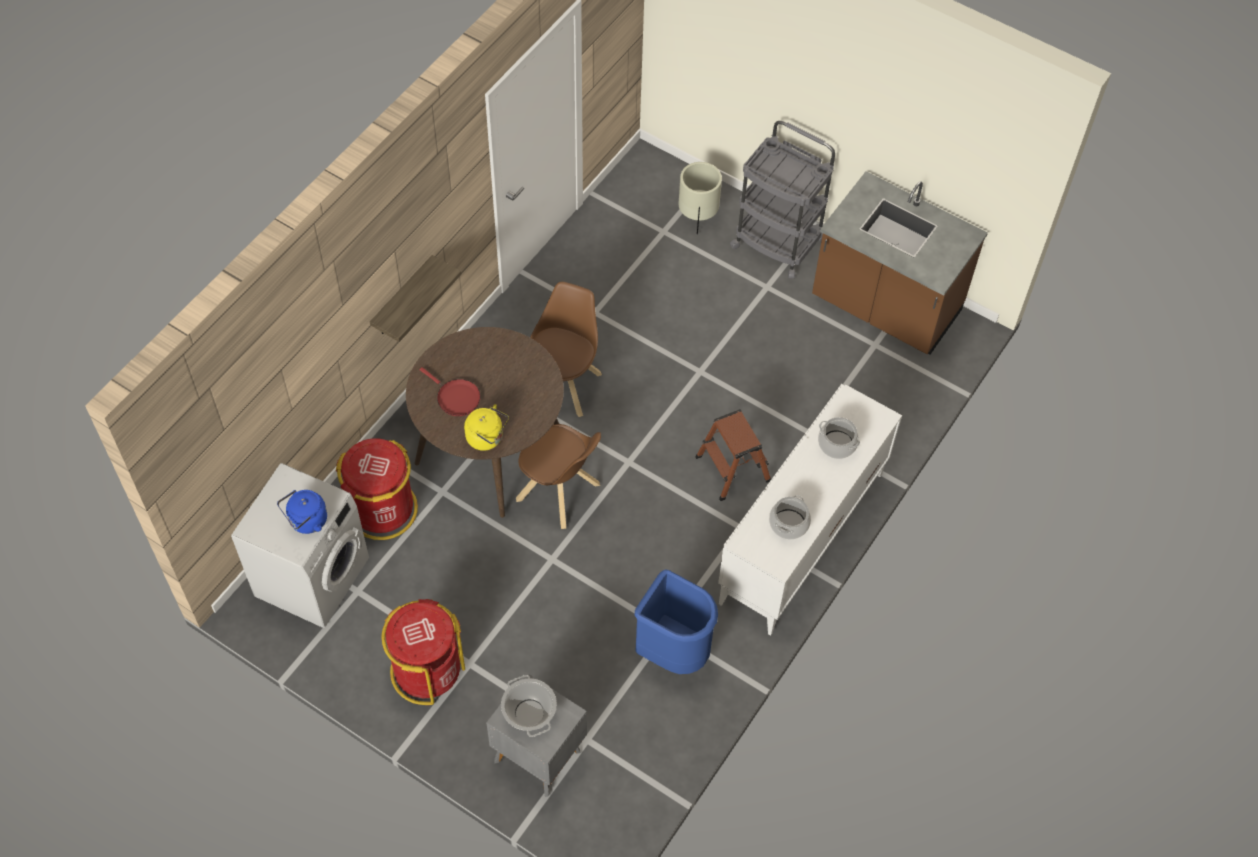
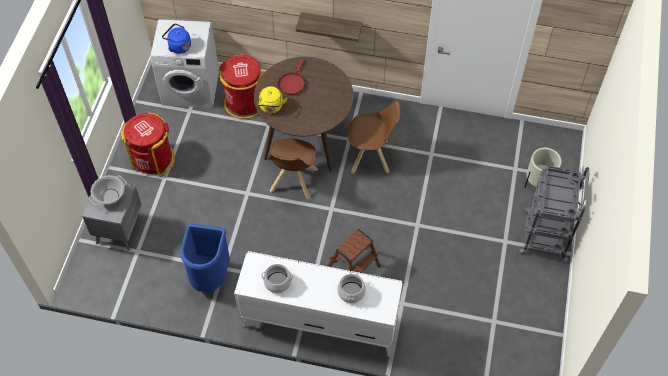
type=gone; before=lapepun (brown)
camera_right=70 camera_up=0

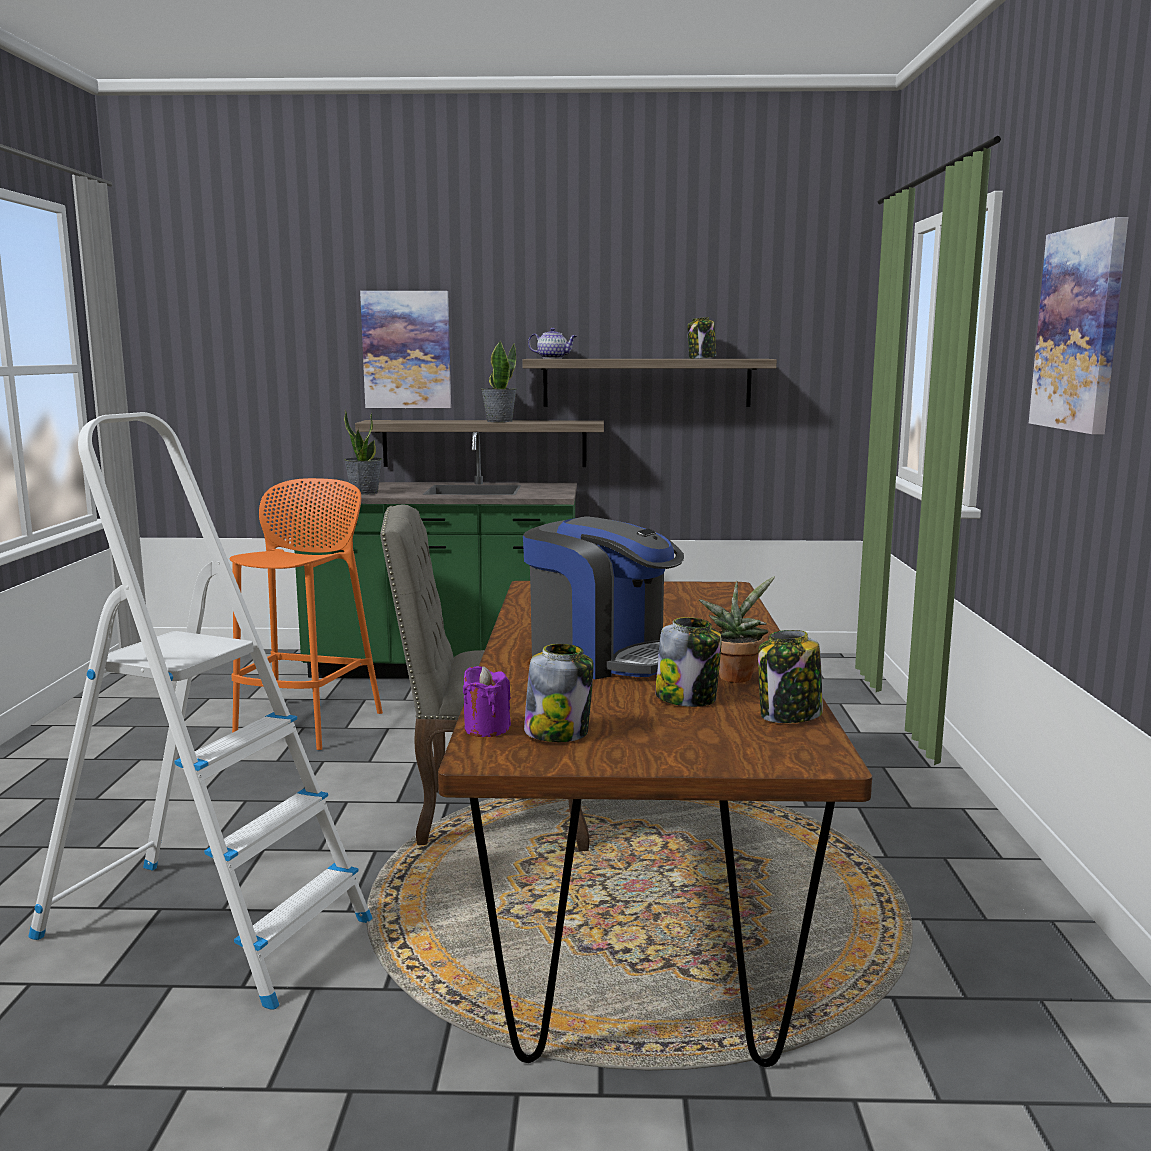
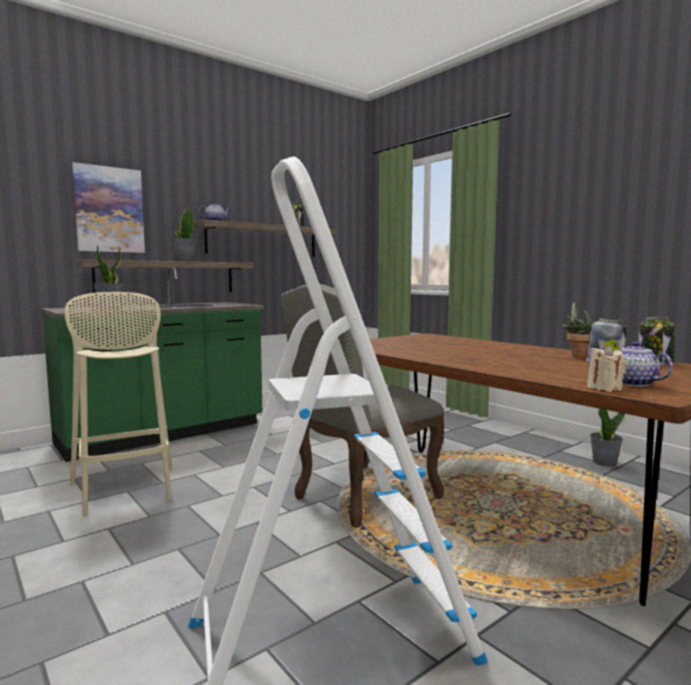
type=repainted; before=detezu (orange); after=detezu (beige)
type=repainted; before=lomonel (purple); after=lomonel (beige)
type=gone; before=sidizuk
type=swapped; before=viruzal (no. 1 from left); after=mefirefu (no. 2 from left)
type=gone; before=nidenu (no. 2 from left)
type=new; after=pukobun (no. 4 from left)
camera_right=-40 camera_up=-5

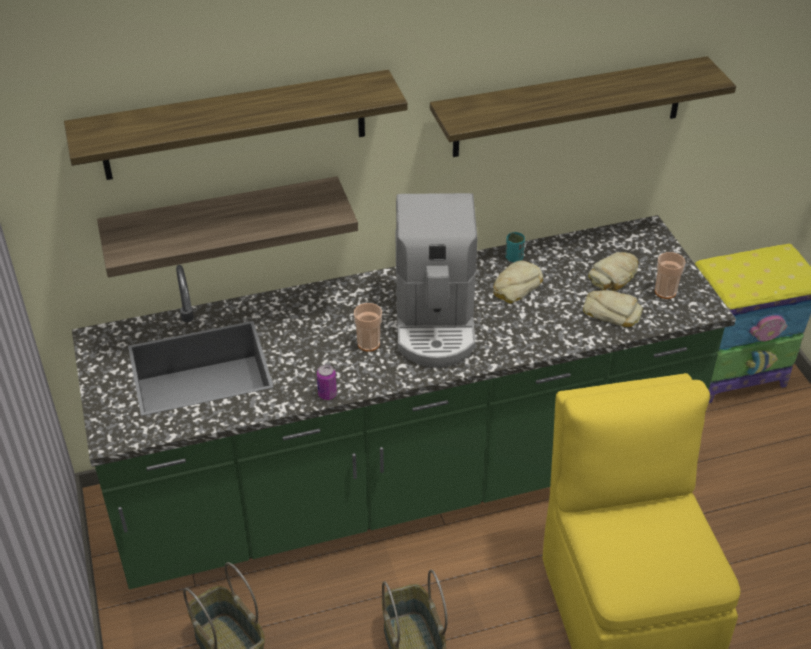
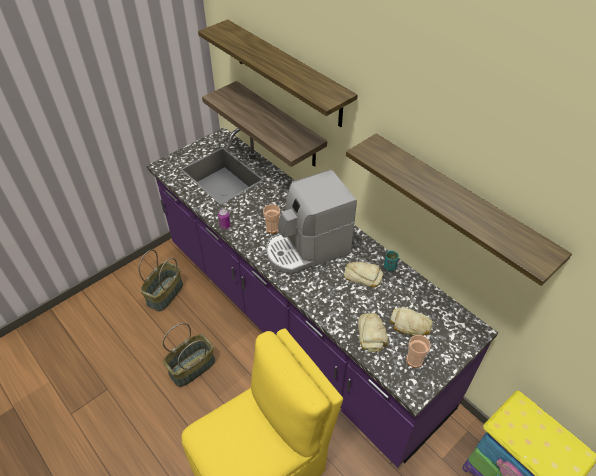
type=repainted; before=lapepun (green); after=lapepun (purple)
camera_right=65 camera_up=5

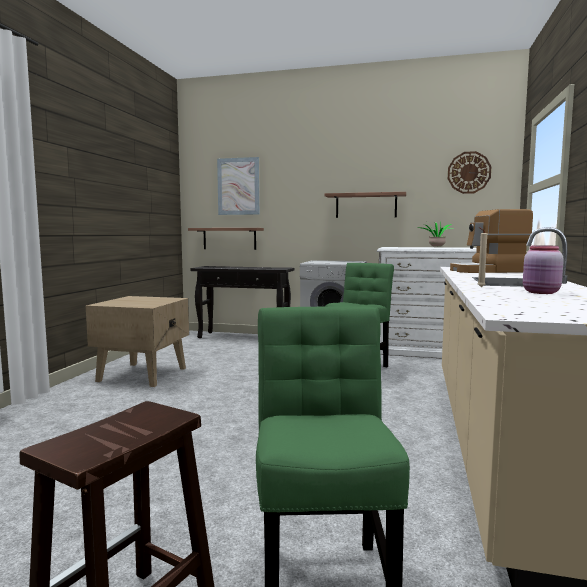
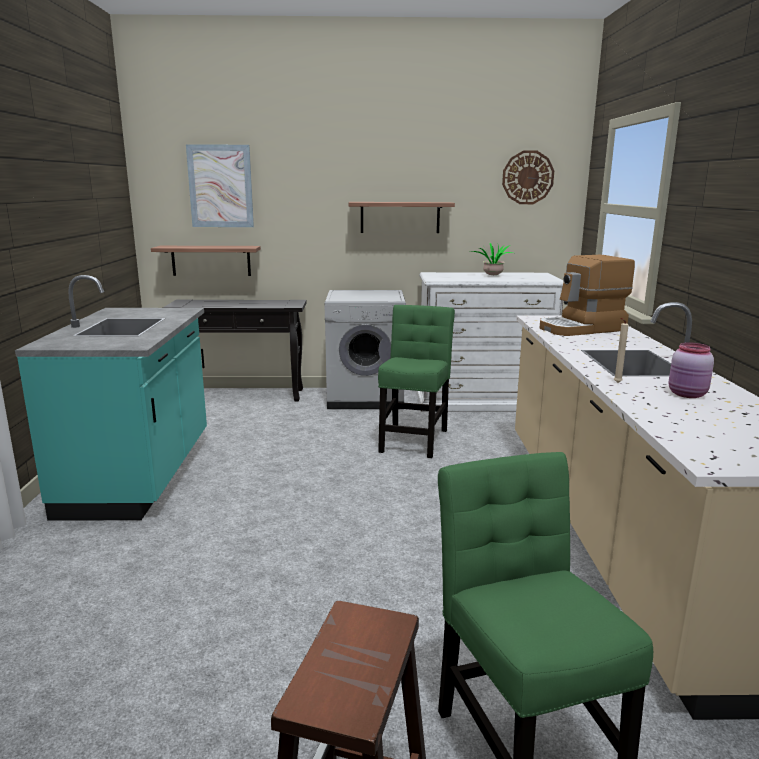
type=swapped; before=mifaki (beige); after=lapepun (turquoise)
camera_right=-15 camera_up=10

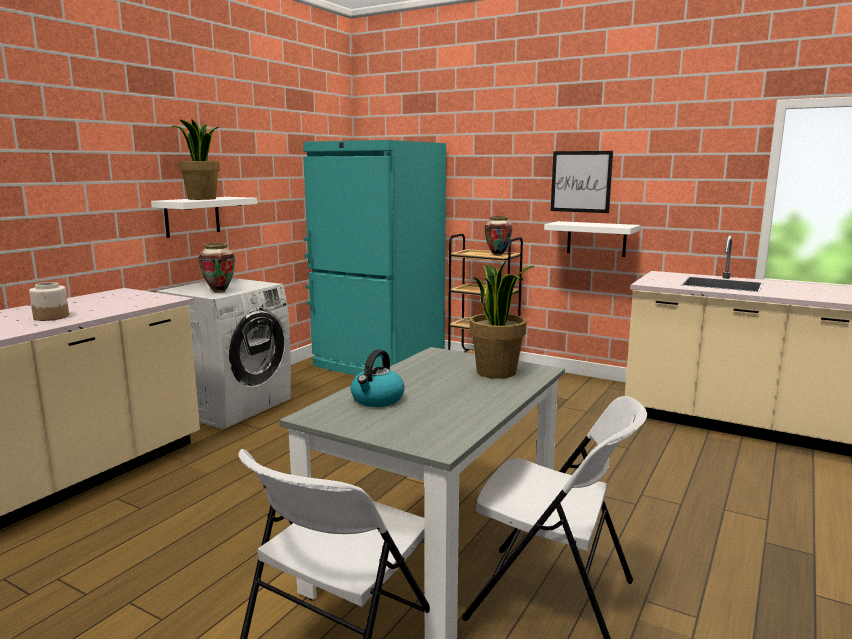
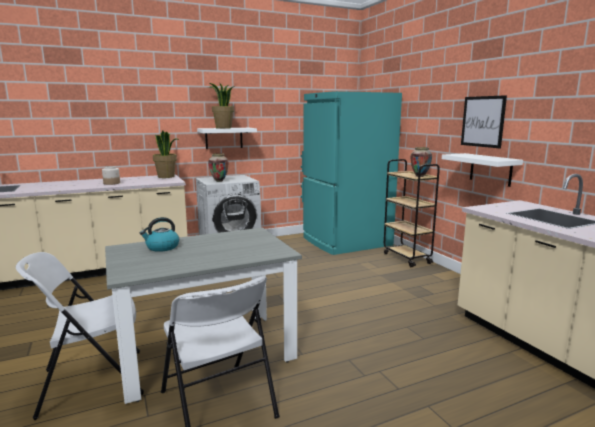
type=shifted; before=pukobun (no. 2 from left in the first image); after=pukobun (no. 1 from left)
camera_right=35 camera_up=0

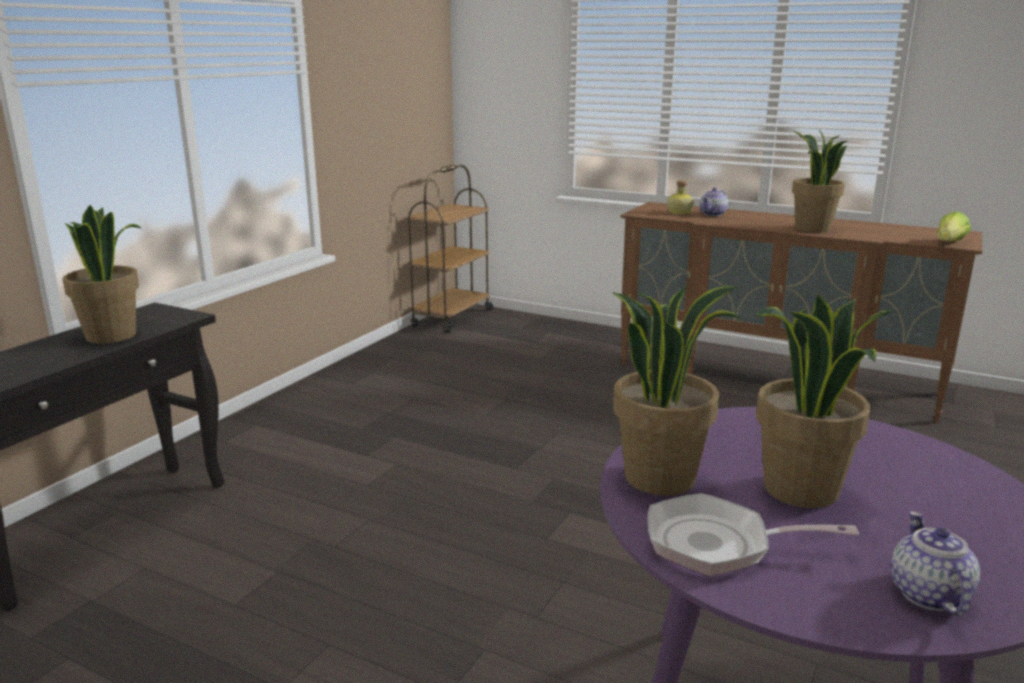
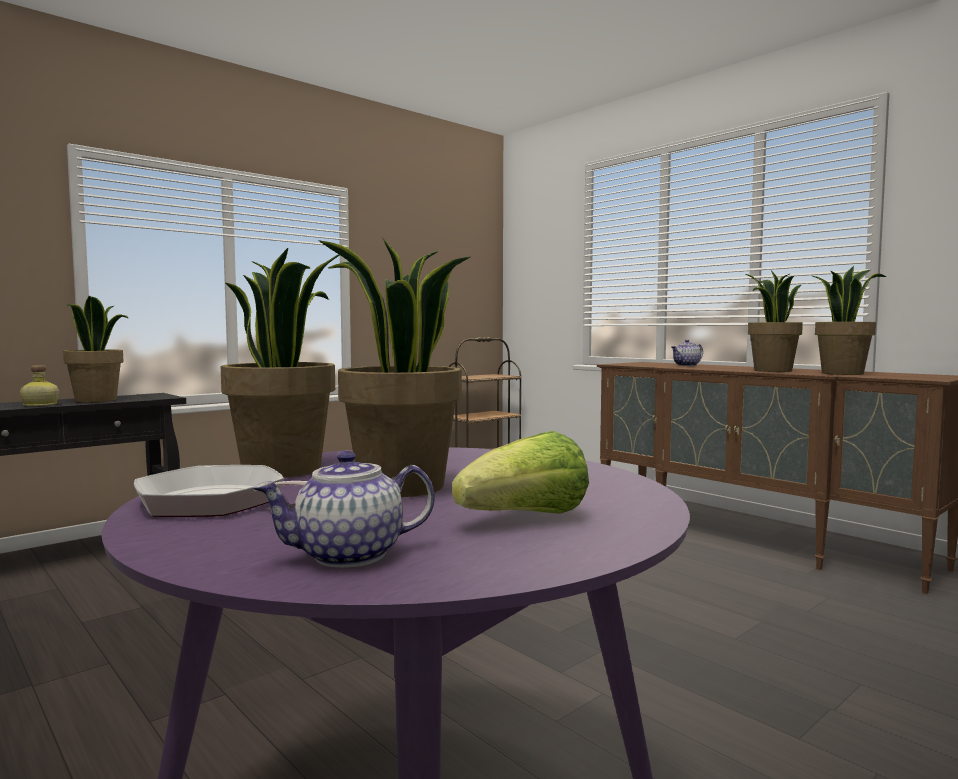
type=shifted; before=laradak
type=rotated; before=mefirefu (no. 2 from left in the first image); turn=-135
type=shifted; before=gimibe
type=new; after=pukobun (no. 5 from left)
camera_right=20 camera_up=-15

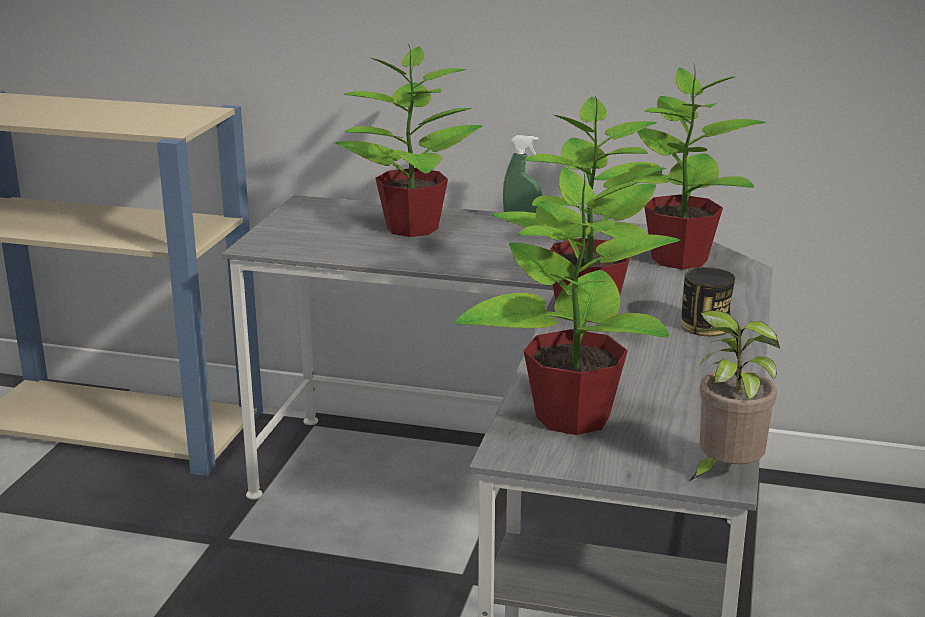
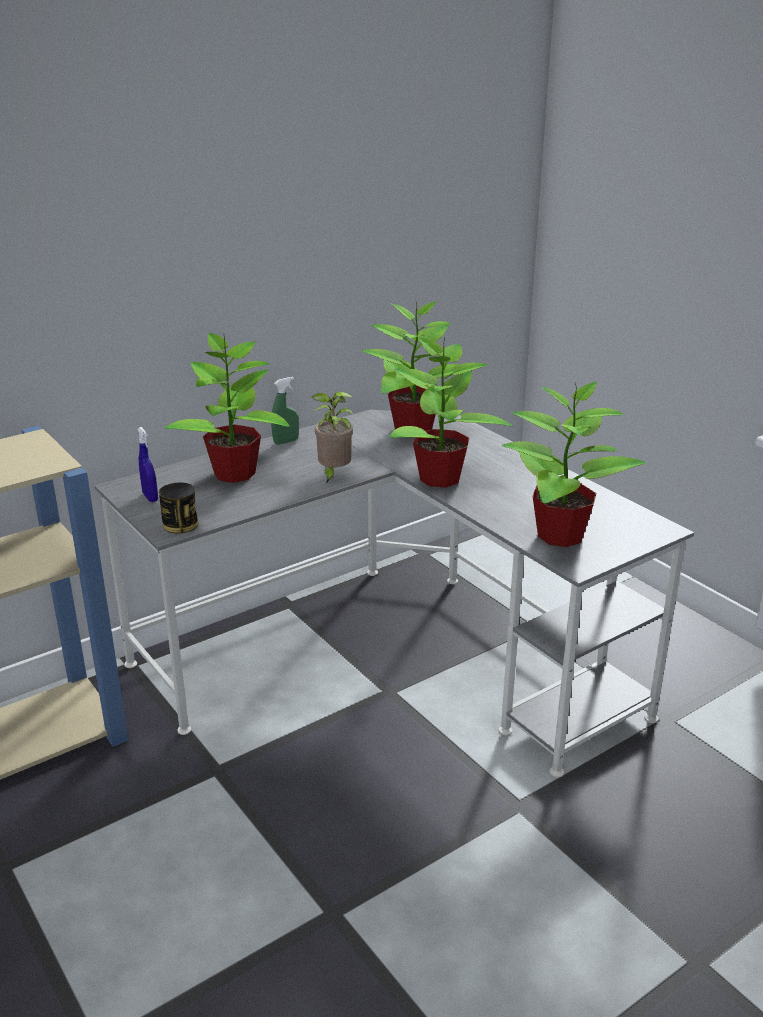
type=shifted; before=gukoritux
type=shifted; before=pukobun (no. 5 from left in the first image); after=pukobun (no. 2 from left)
type=new; after=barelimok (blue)
camera_right=-50 camera_up=5

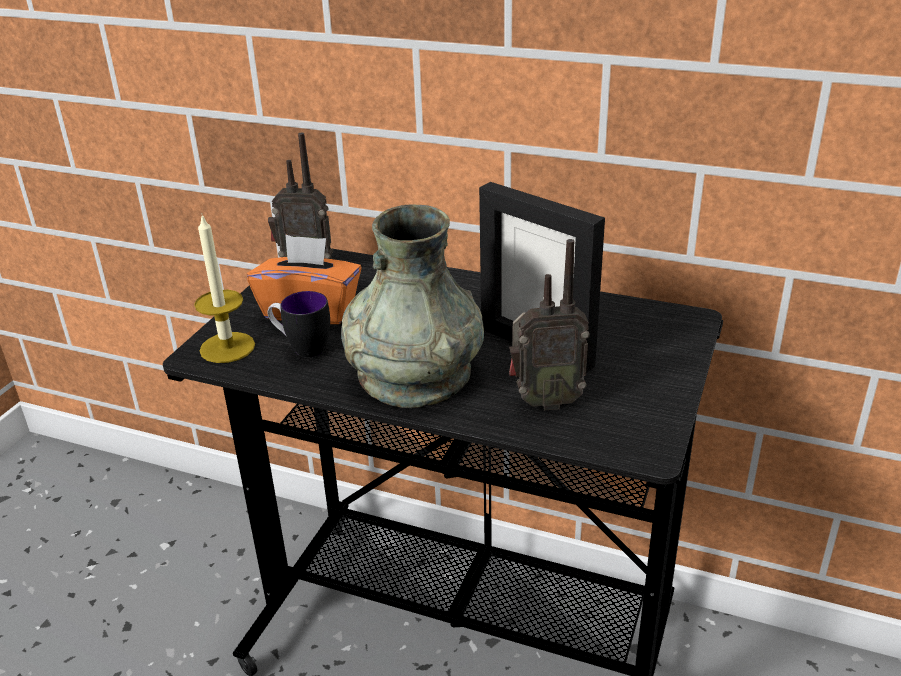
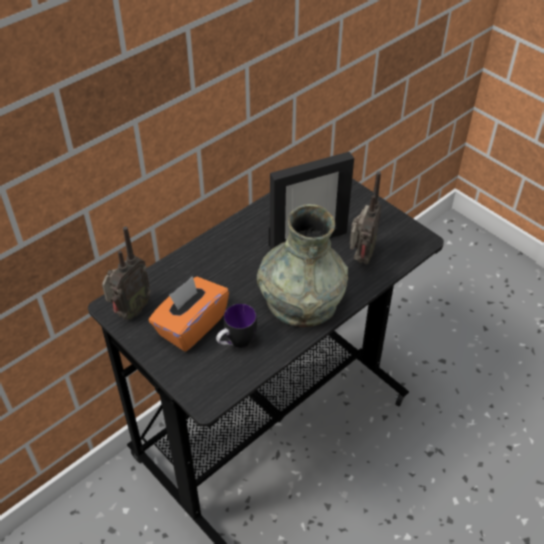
type=gone; before=lomonel
camera_right=-65 camera_up=15

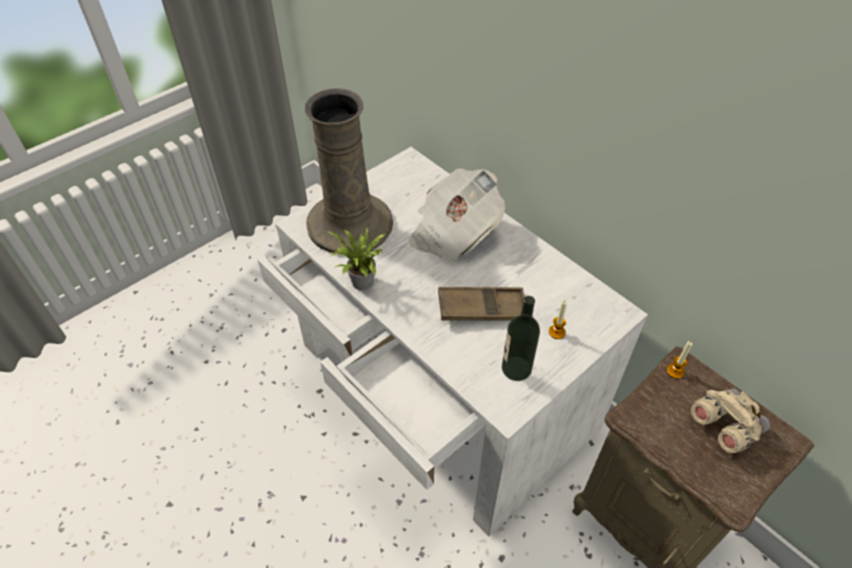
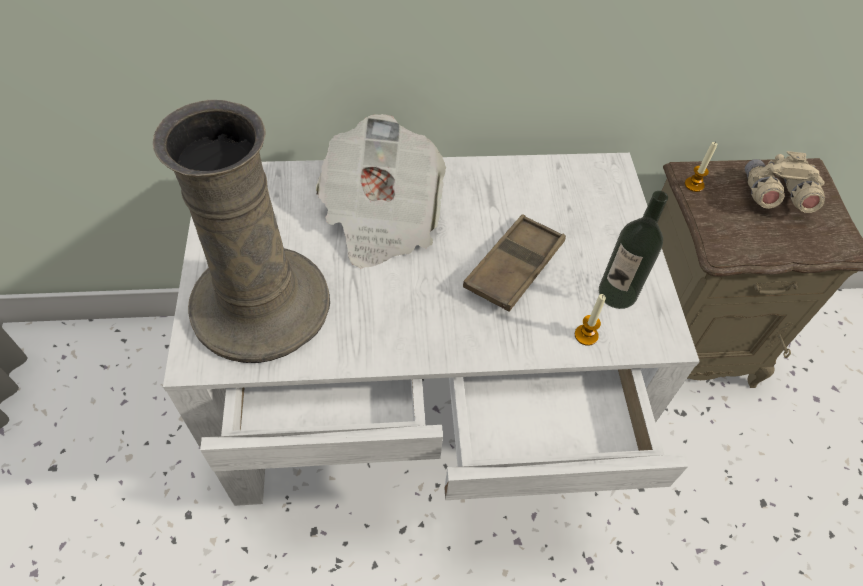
type=gone; before=pukobun
type=shifted; before=lomonel (no. 1 from left)
camera_right=-55 camera_up=5

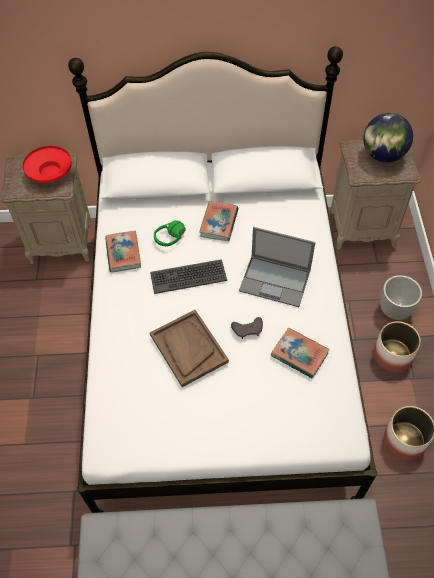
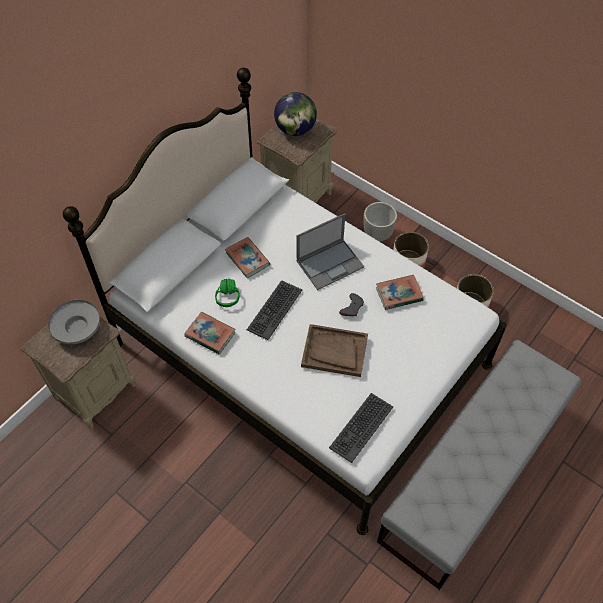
type=repainted; before=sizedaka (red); after=sizedaka (grey)
type=new; after=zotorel (no. 2 from left)
camera_right=-50 camera_up=0

